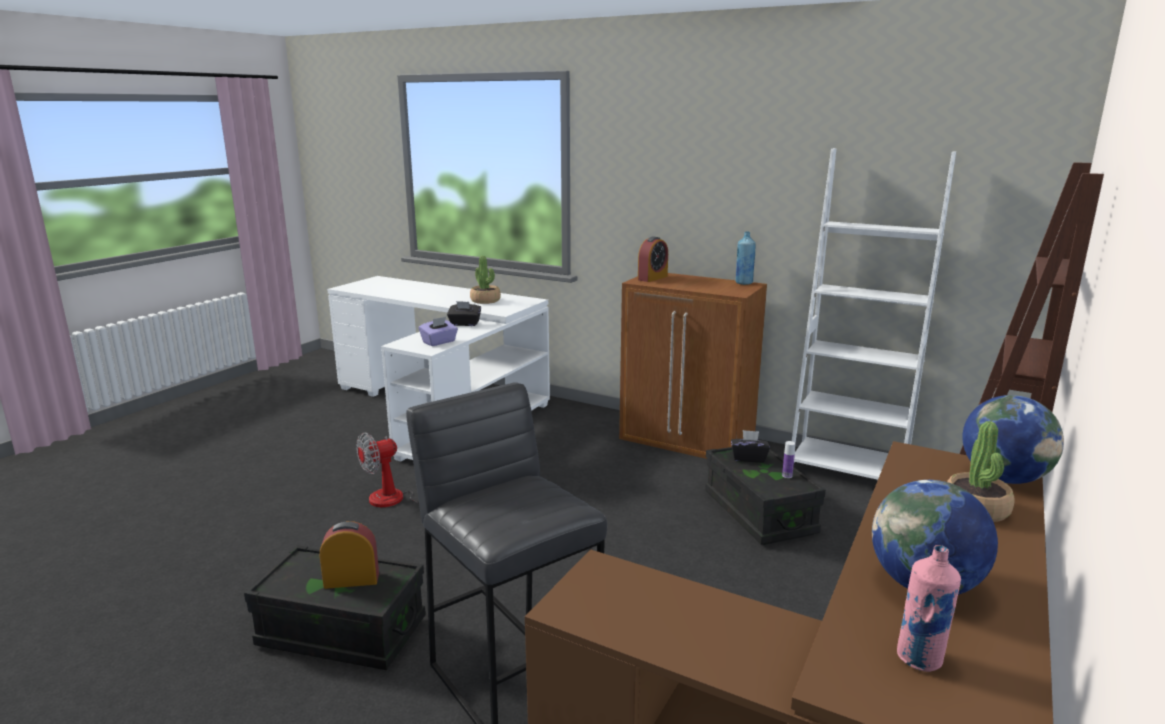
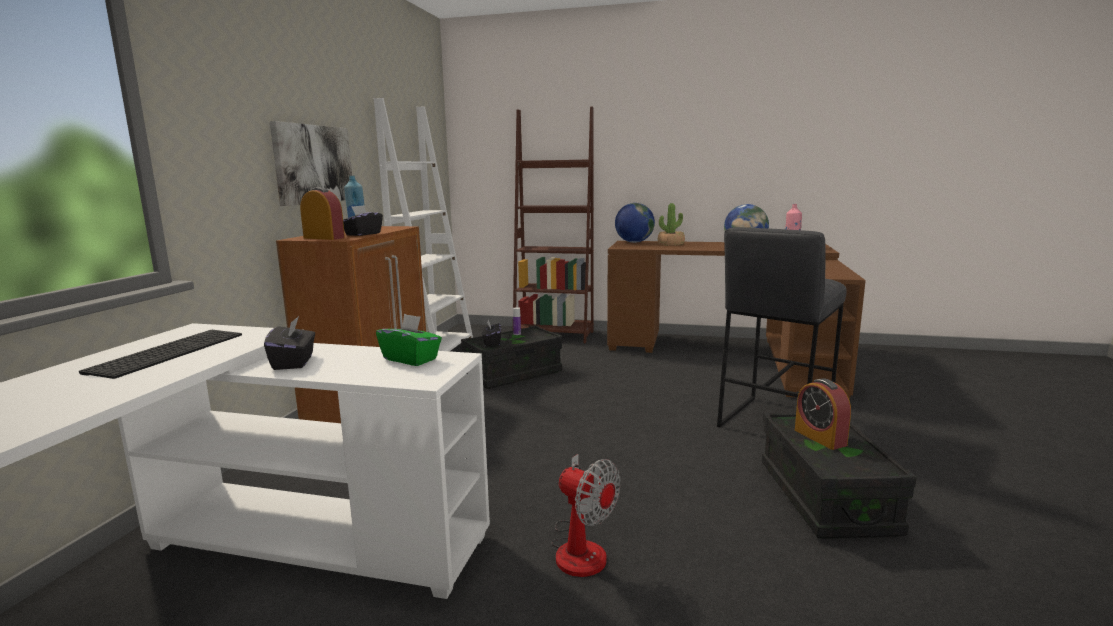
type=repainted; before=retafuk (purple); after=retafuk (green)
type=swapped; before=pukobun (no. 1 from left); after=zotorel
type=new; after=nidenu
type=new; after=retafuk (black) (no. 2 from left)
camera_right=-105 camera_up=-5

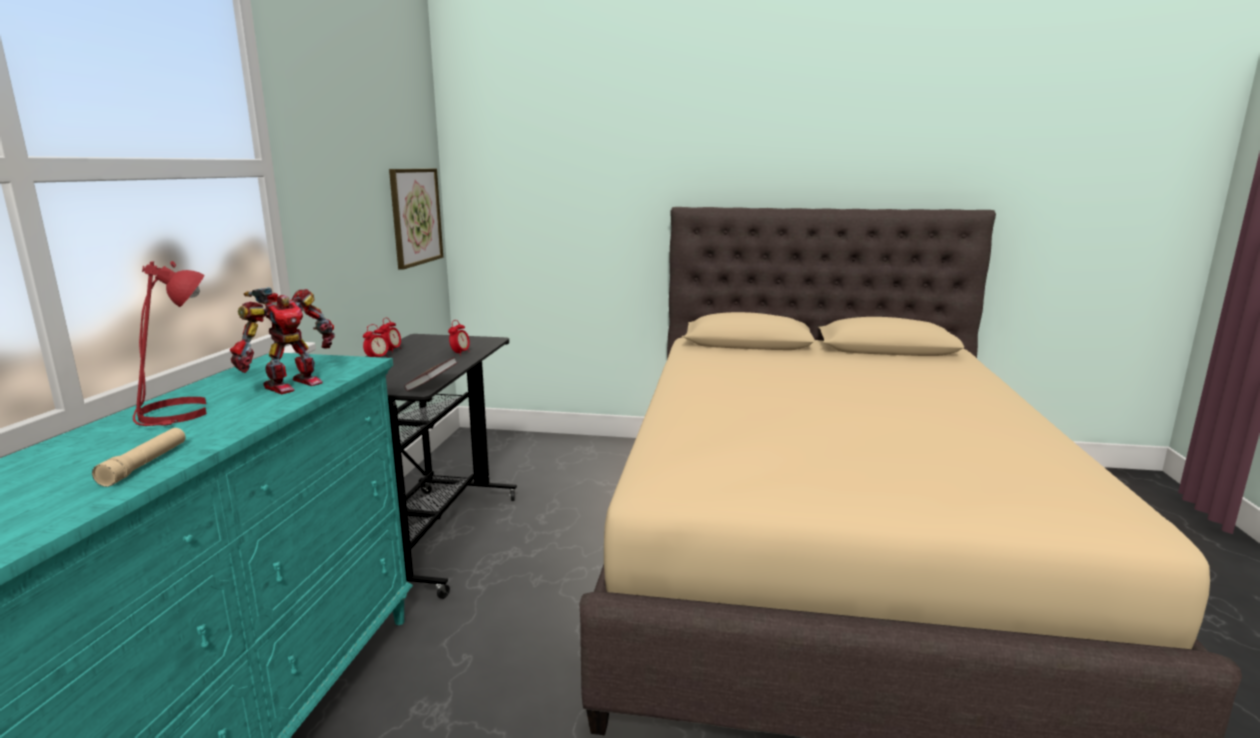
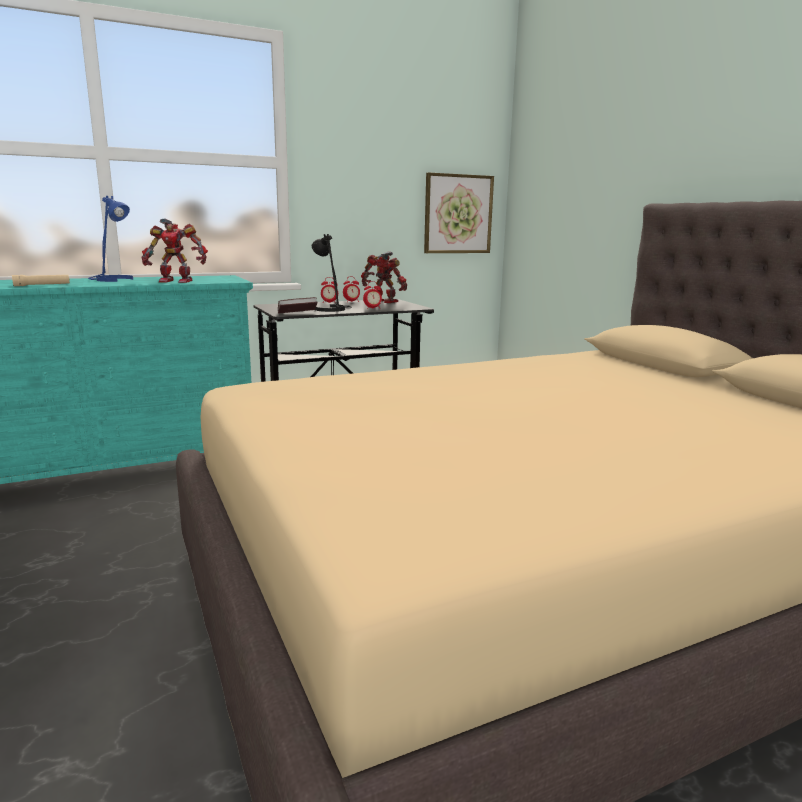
type=repainted; before=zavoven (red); after=zavoven (blue)
type=new; after=zavoven (black)
type=new; after=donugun (no. 2 from left)
camera_right=55 camera_up=0

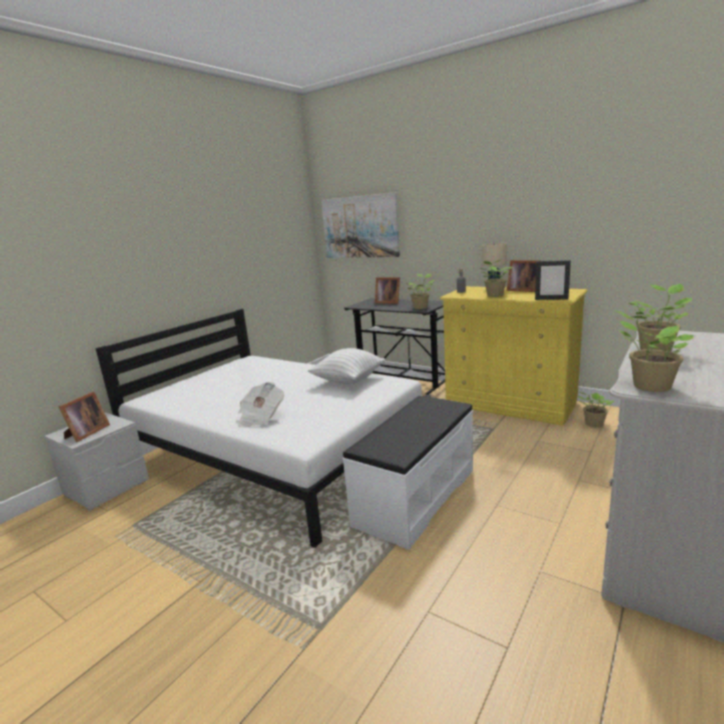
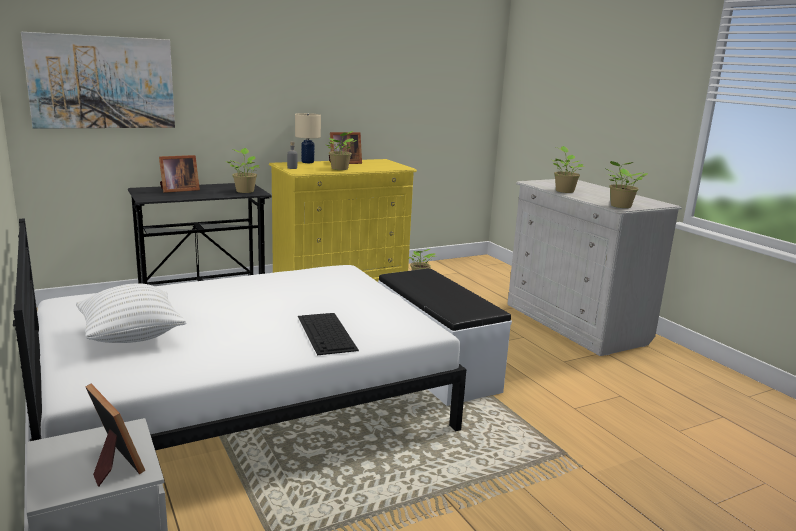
type=swapped; before=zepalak; after=zotorel
type=shifted; before=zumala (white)
type=gone; before=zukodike (no. 4 from left)
camera_right=-65 camera_up=0

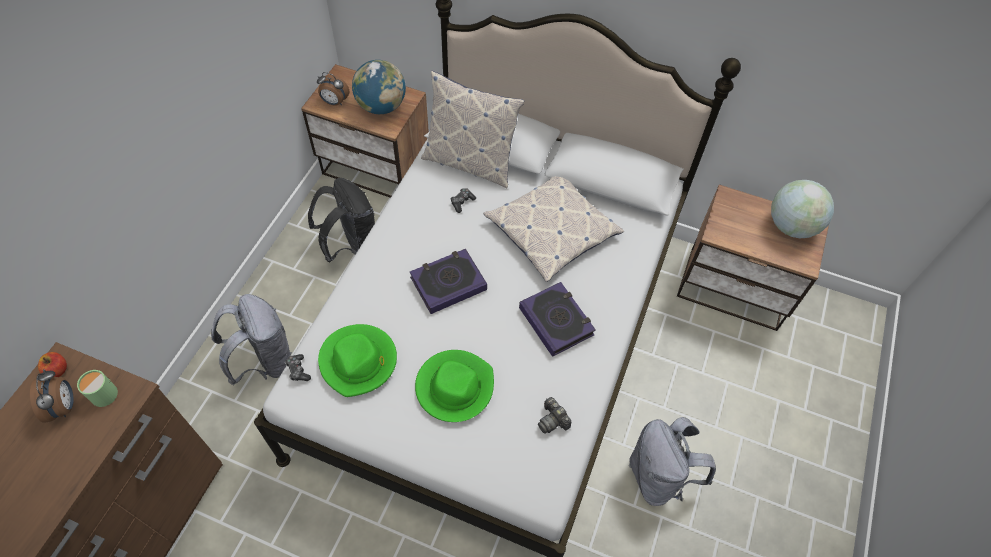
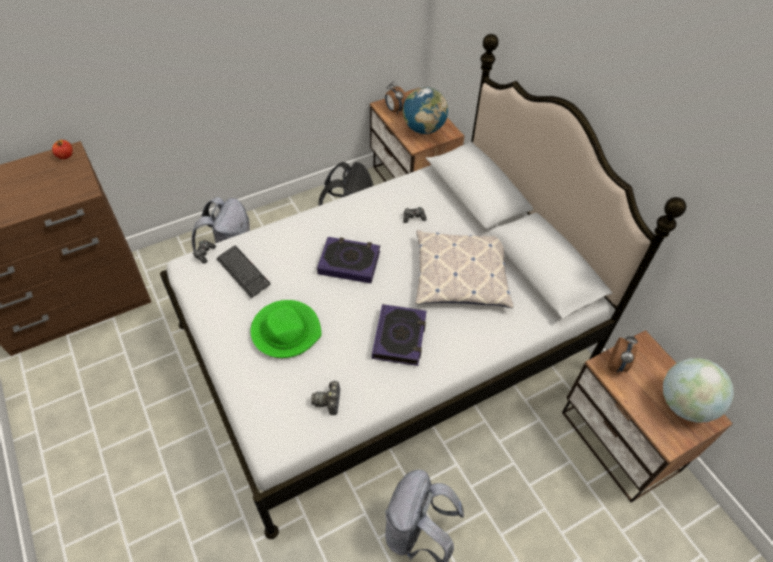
type=shifted; before=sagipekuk (no. 1 from left in the first image); after=sagipekuk (no. 2 from left)
type=gone; before=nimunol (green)
type=swapped; before=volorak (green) (no. 1 from left); after=zotorel
type=gone; before=zumala (no. 1 from left)
camera_right=40 camera_up=-5

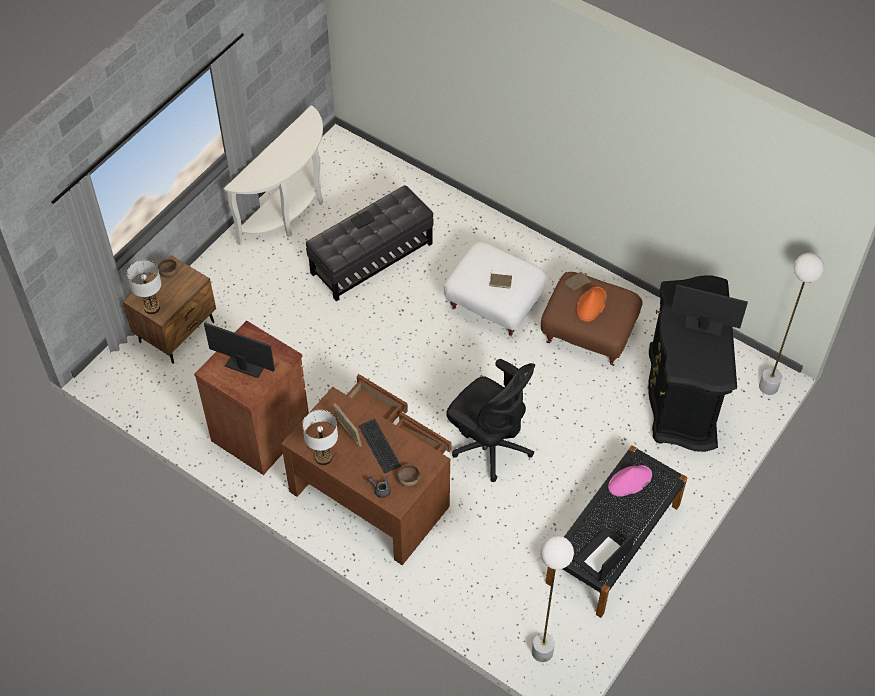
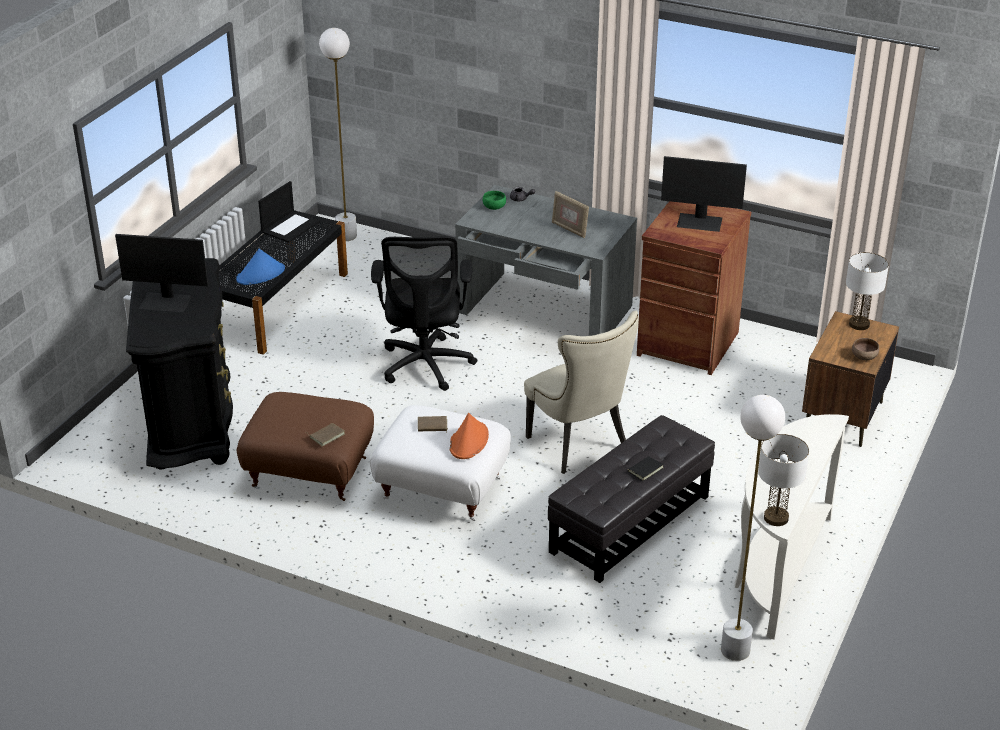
type=repainted; before=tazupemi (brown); after=tazupemi (grey)
type=shifted; before=zavoven (no. 2 from left in the first image); after=zavoven (no. 1 from left)
type=gone; before=zotorel
type=repainted; before=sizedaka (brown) (no. 2 from left); after=sizedaka (green)
type=rotated; before=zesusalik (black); turn=-120
type=shifted; before=volorak (orange)
type=repainted; before=volorak (pink); after=volorak (blue)
type=shifted; before=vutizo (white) (no. 2 from left)
type=new; after=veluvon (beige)
camera_right=170 camera_up=-20

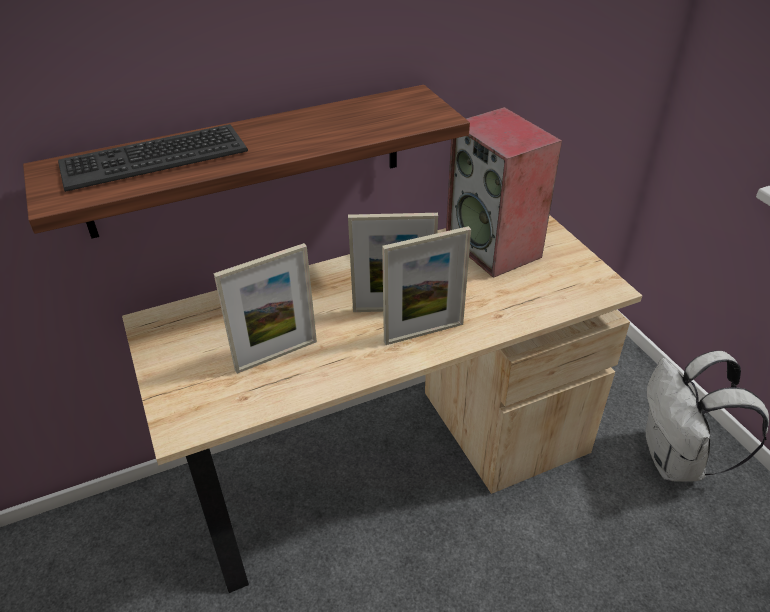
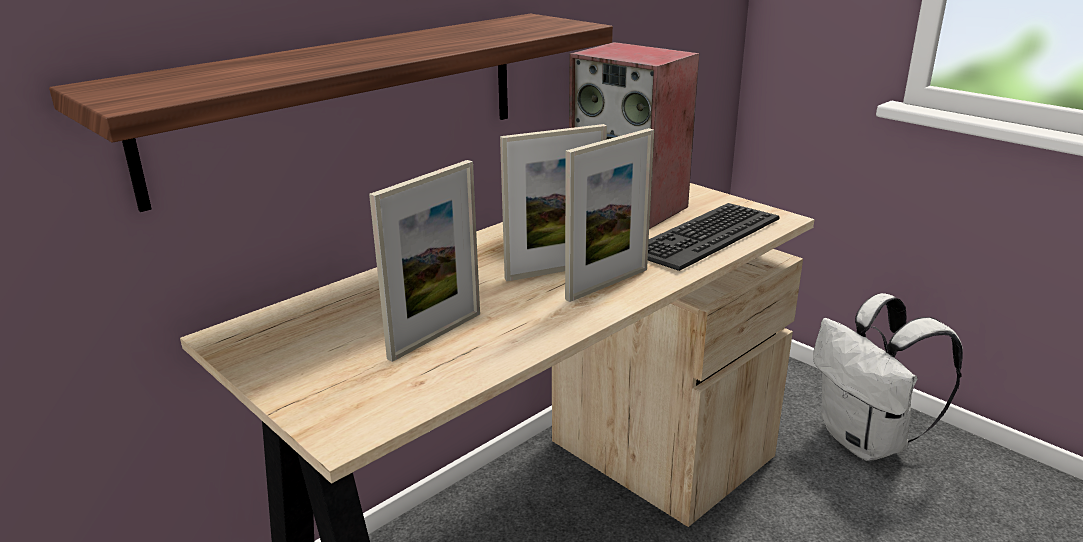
type=shifted; before=zotorel
camera_right=-20 camera_up=-15

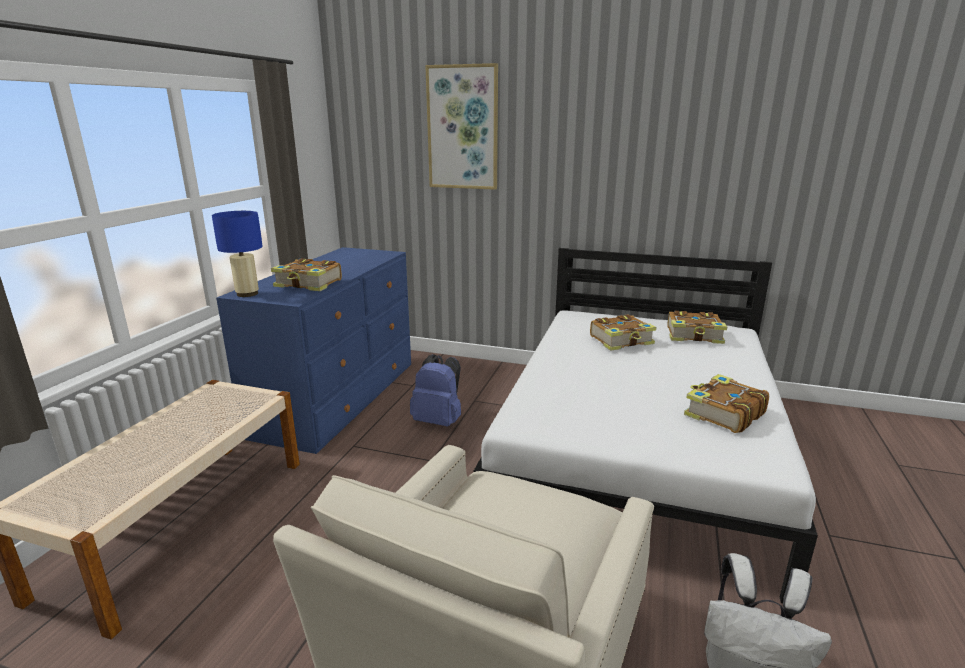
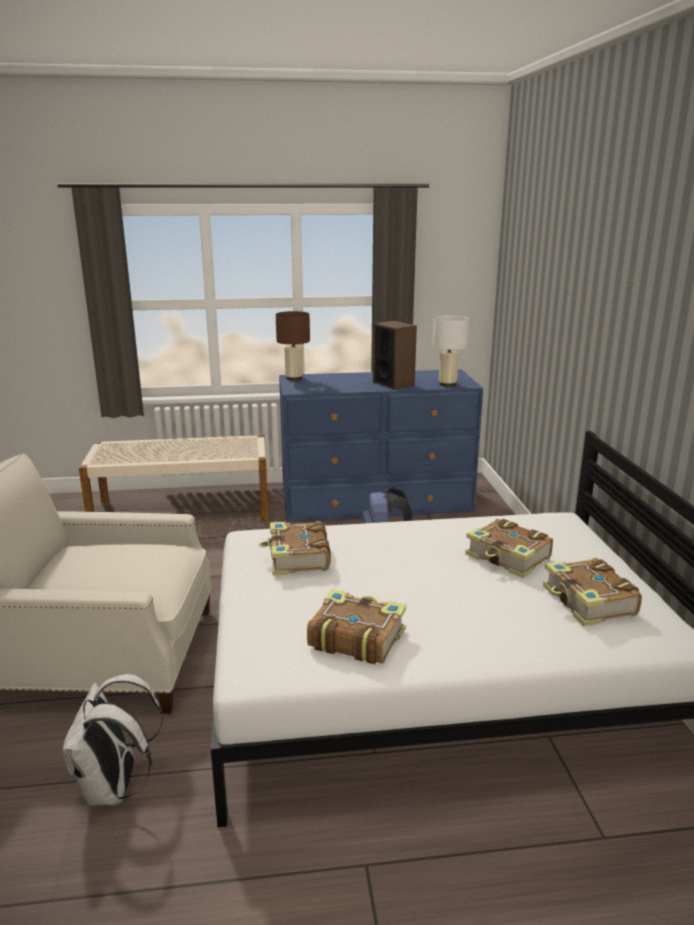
type=repainted; before=zavoven (blue); after=zavoven (brown)
type=shifted; before=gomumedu (no. 1 from left)
type=gone; before=nidenu
type=new; after=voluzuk
type=new; after=zavoven (white)
camera_right=65 camera_up=0

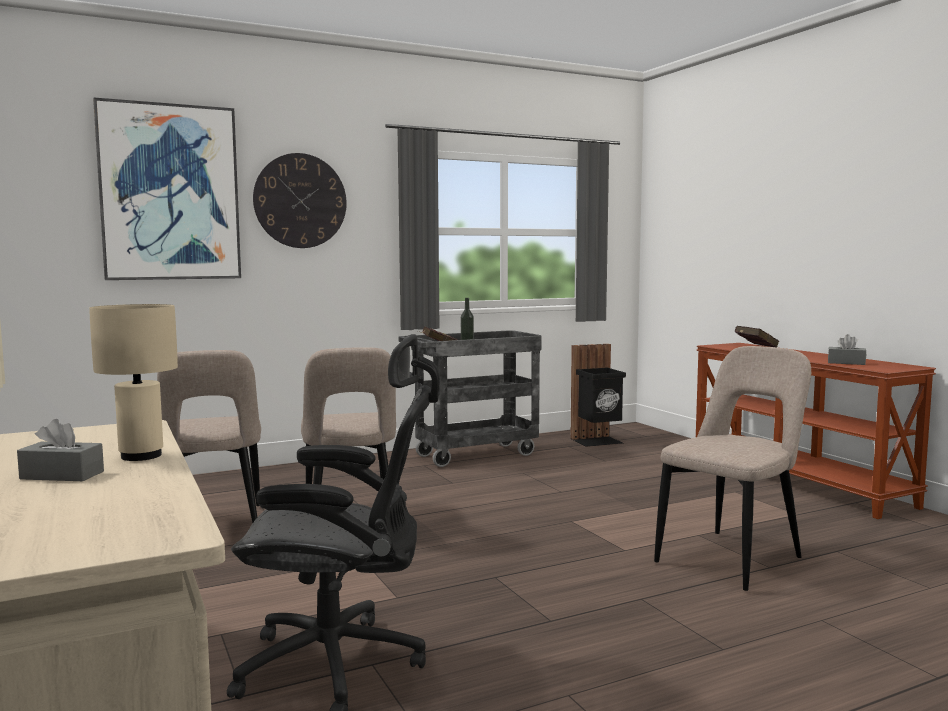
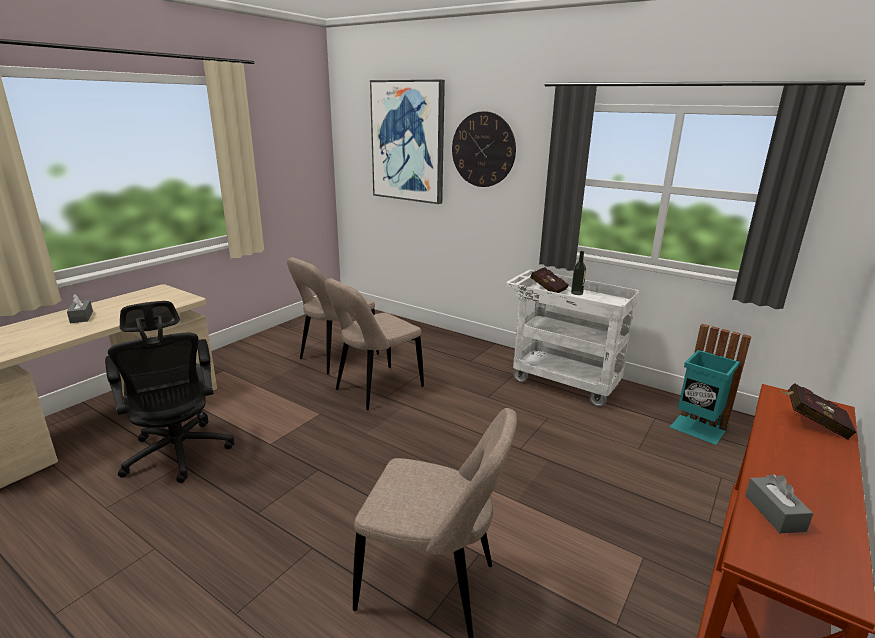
type=gone; before=zavoven (beige)
type=repainted; before=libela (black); after=libela (white)
type=repainted; before=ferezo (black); after=ferezo (turquoise)
camera_right=60 camera_up=15

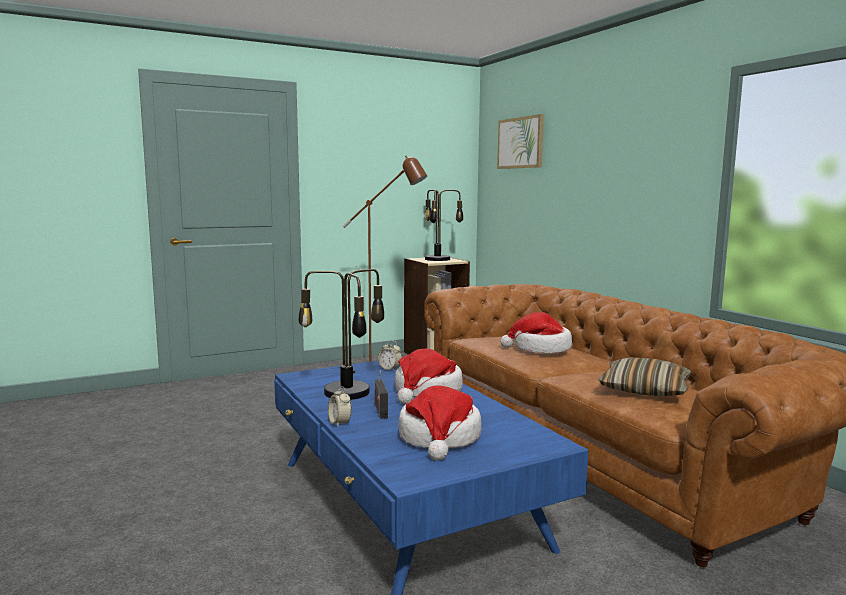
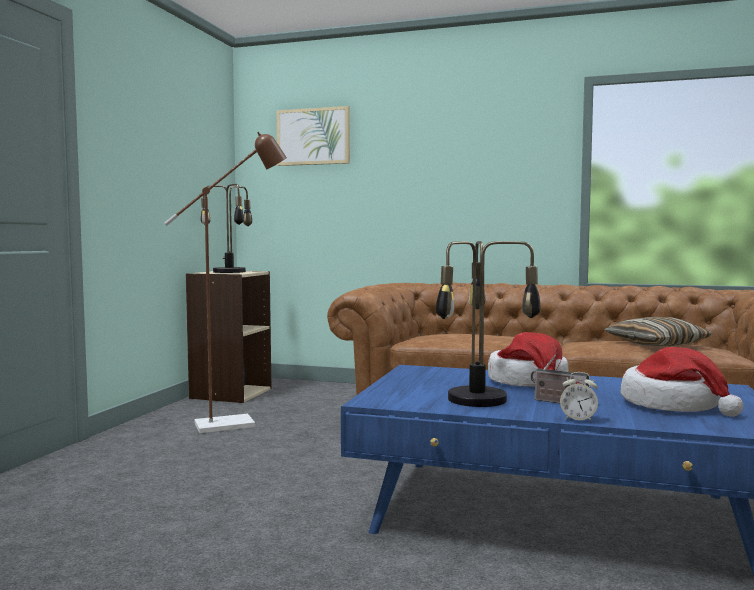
type=gone; before=sagipekuk (no. 2 from left)
type=gone; before=volorak (no. 3 from left)
camera_right=-45 camera_up=-5

